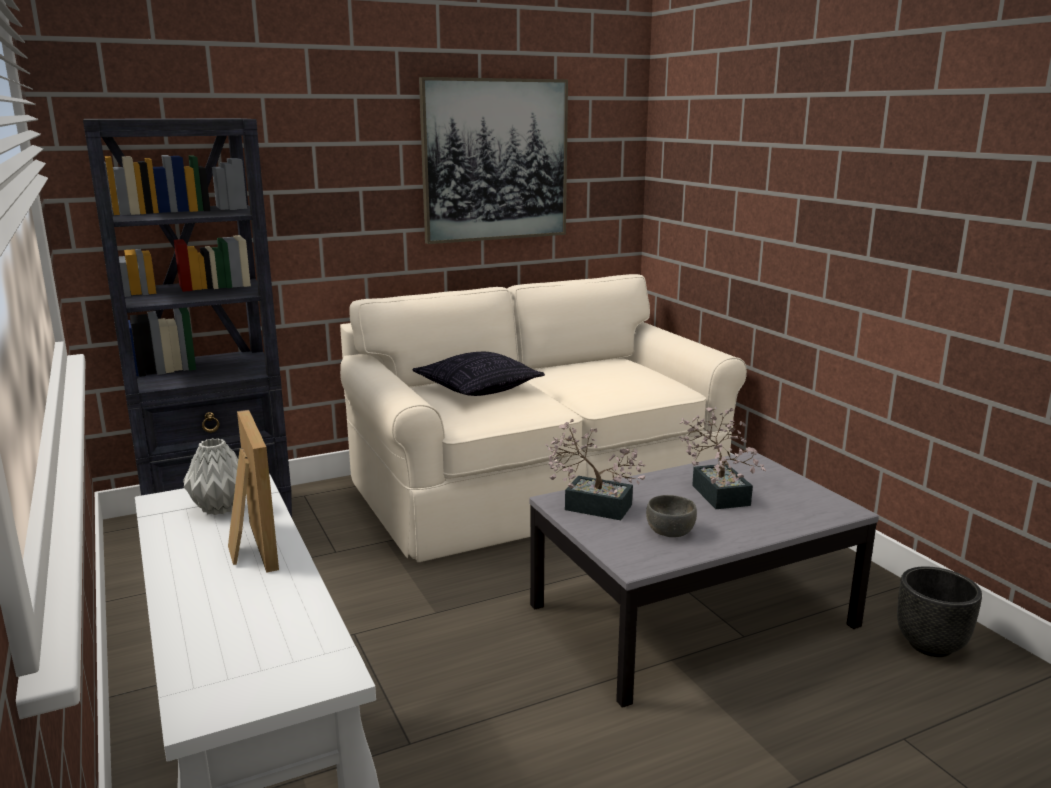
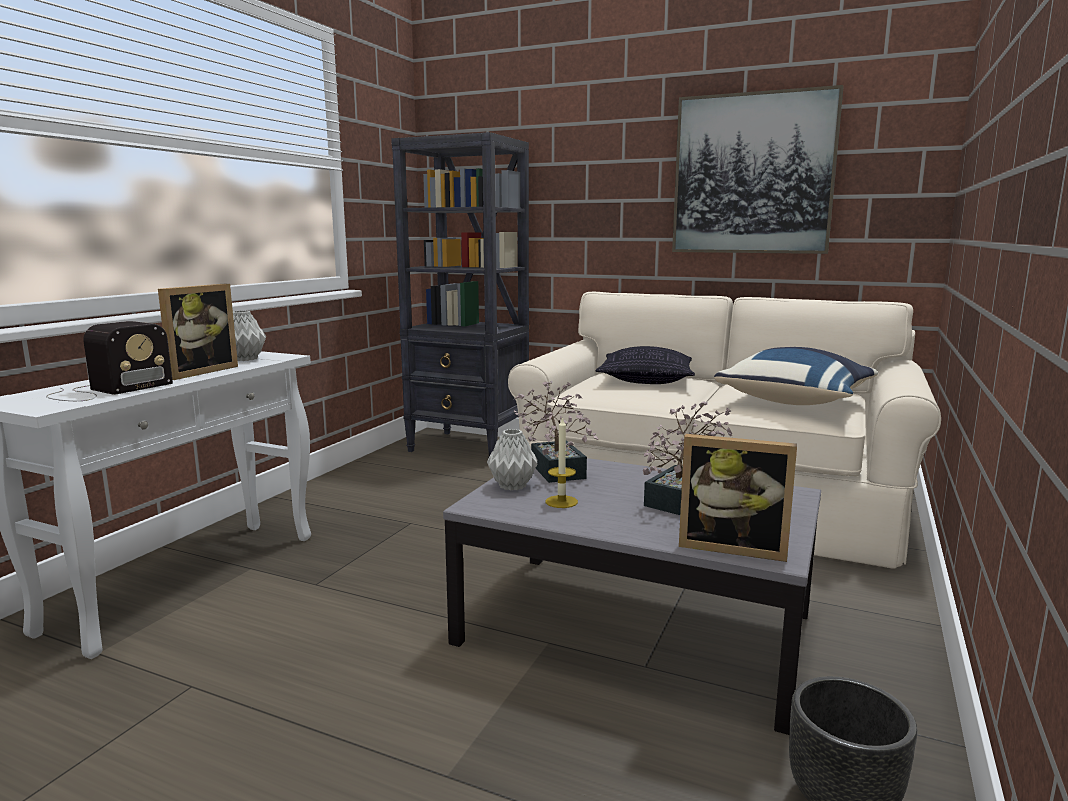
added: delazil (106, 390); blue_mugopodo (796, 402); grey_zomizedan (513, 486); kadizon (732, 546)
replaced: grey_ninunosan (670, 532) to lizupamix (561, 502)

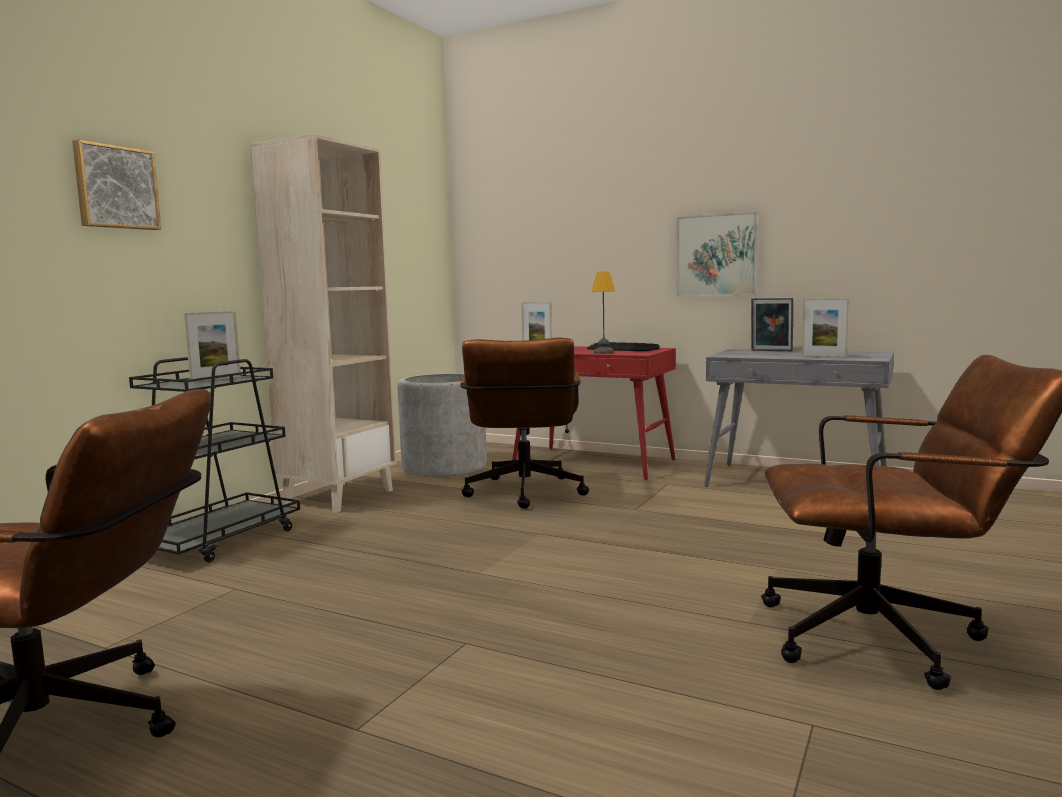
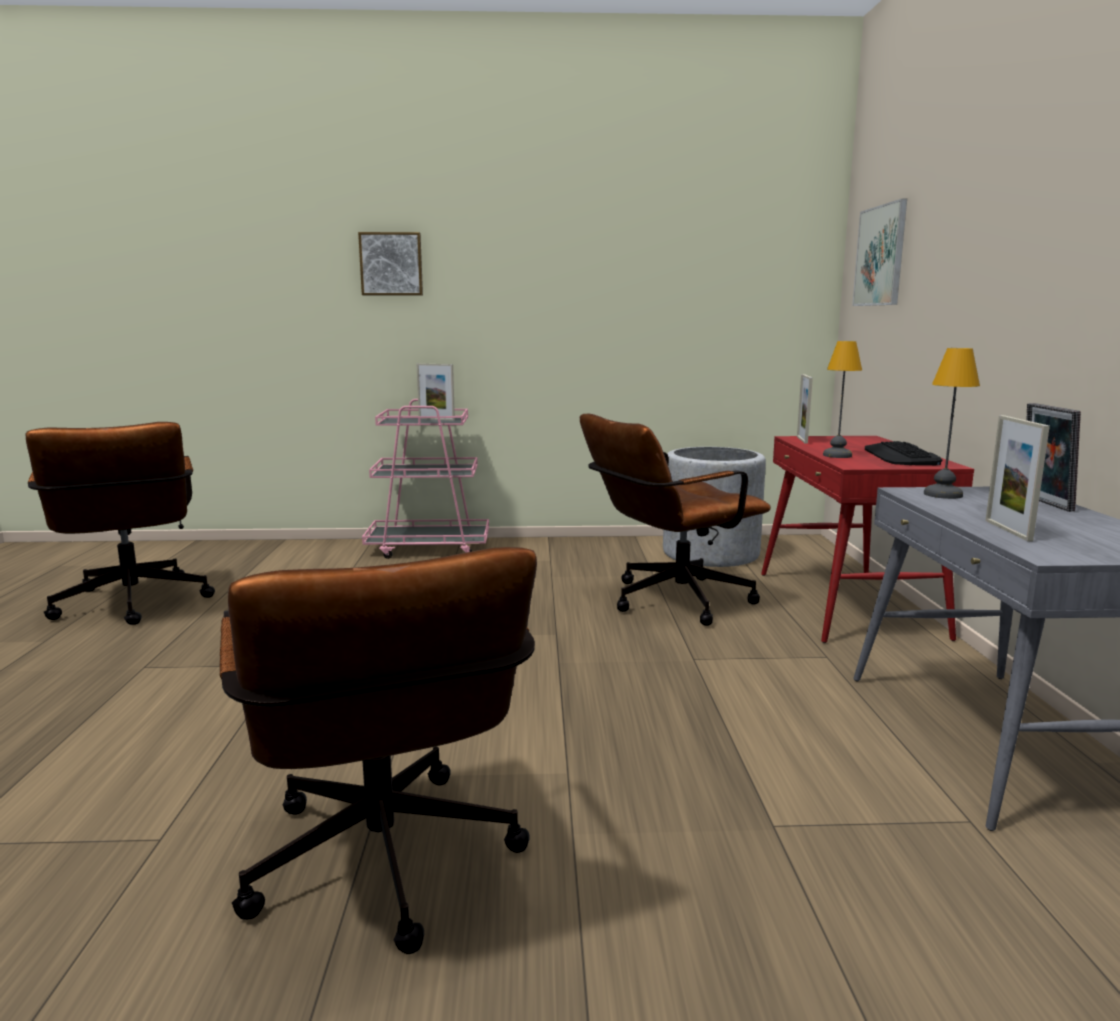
removed: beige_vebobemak (339, 497)
added: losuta (942, 494)
moved: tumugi (716, 255) to (880, 256)
recoloured: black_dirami (219, 541) to pink_dirami (429, 548)

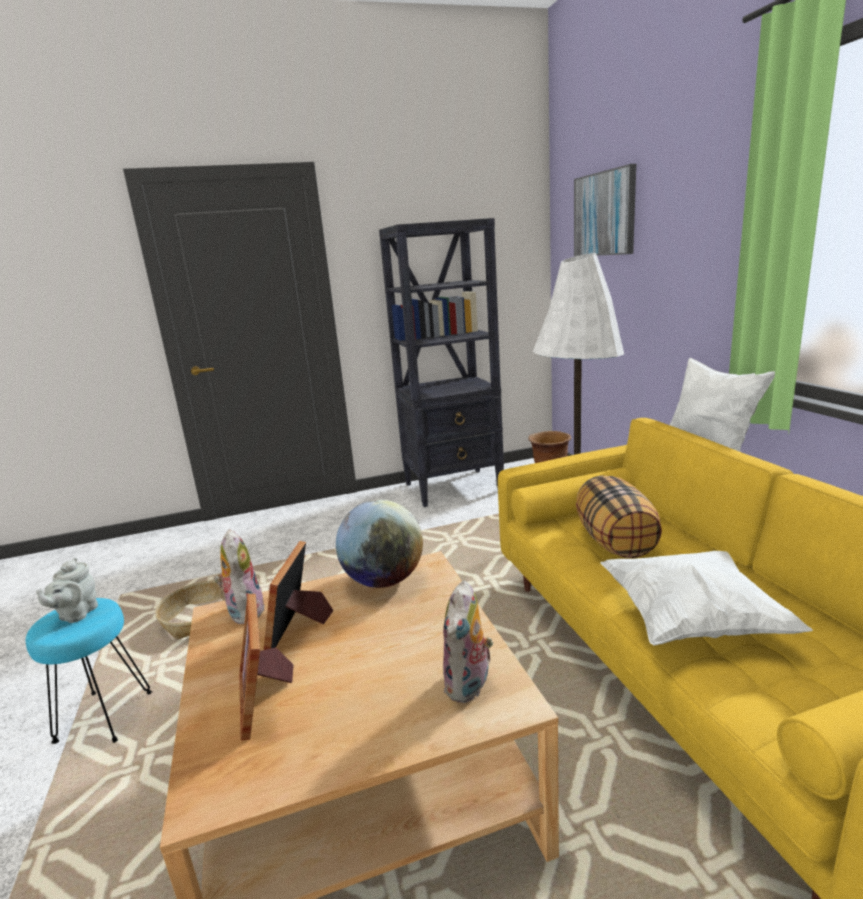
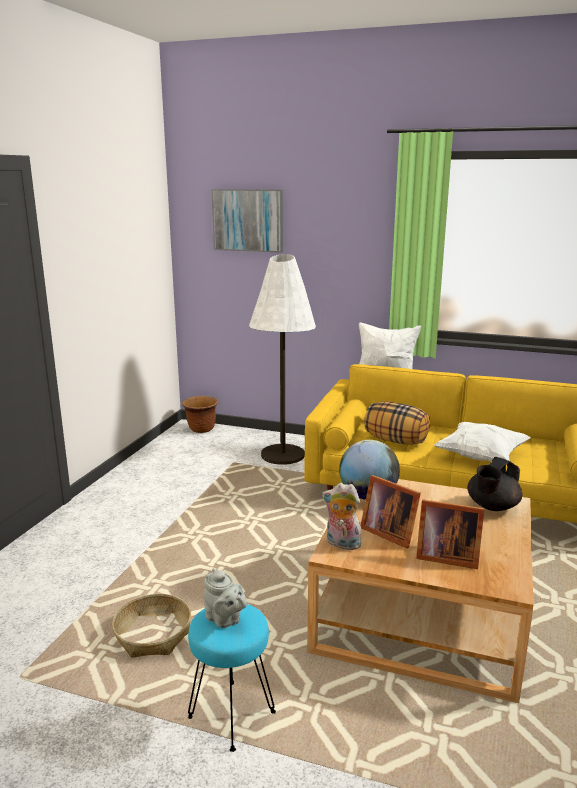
removed: black_vebobemak (454, 487)
replaced: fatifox (469, 685) to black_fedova (492, 506)

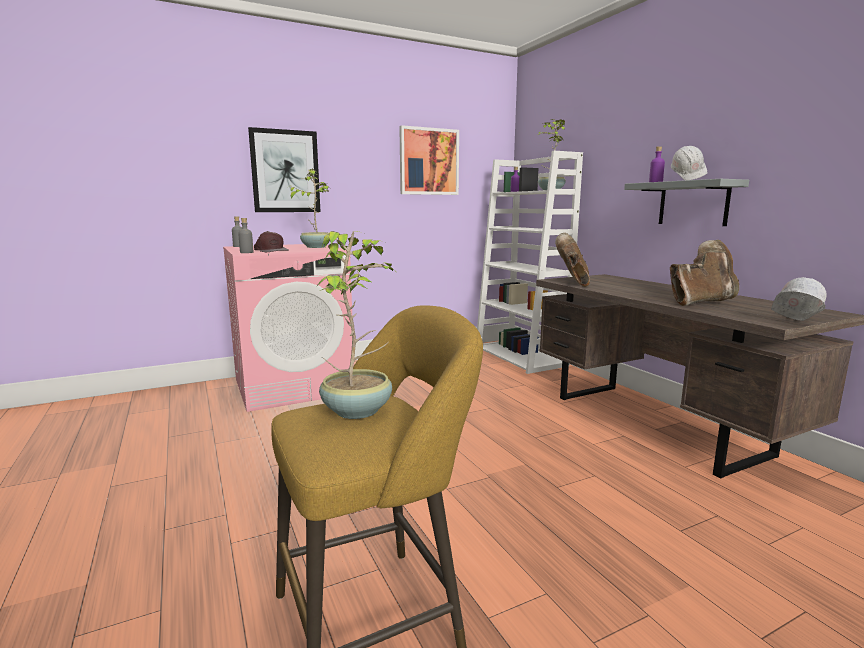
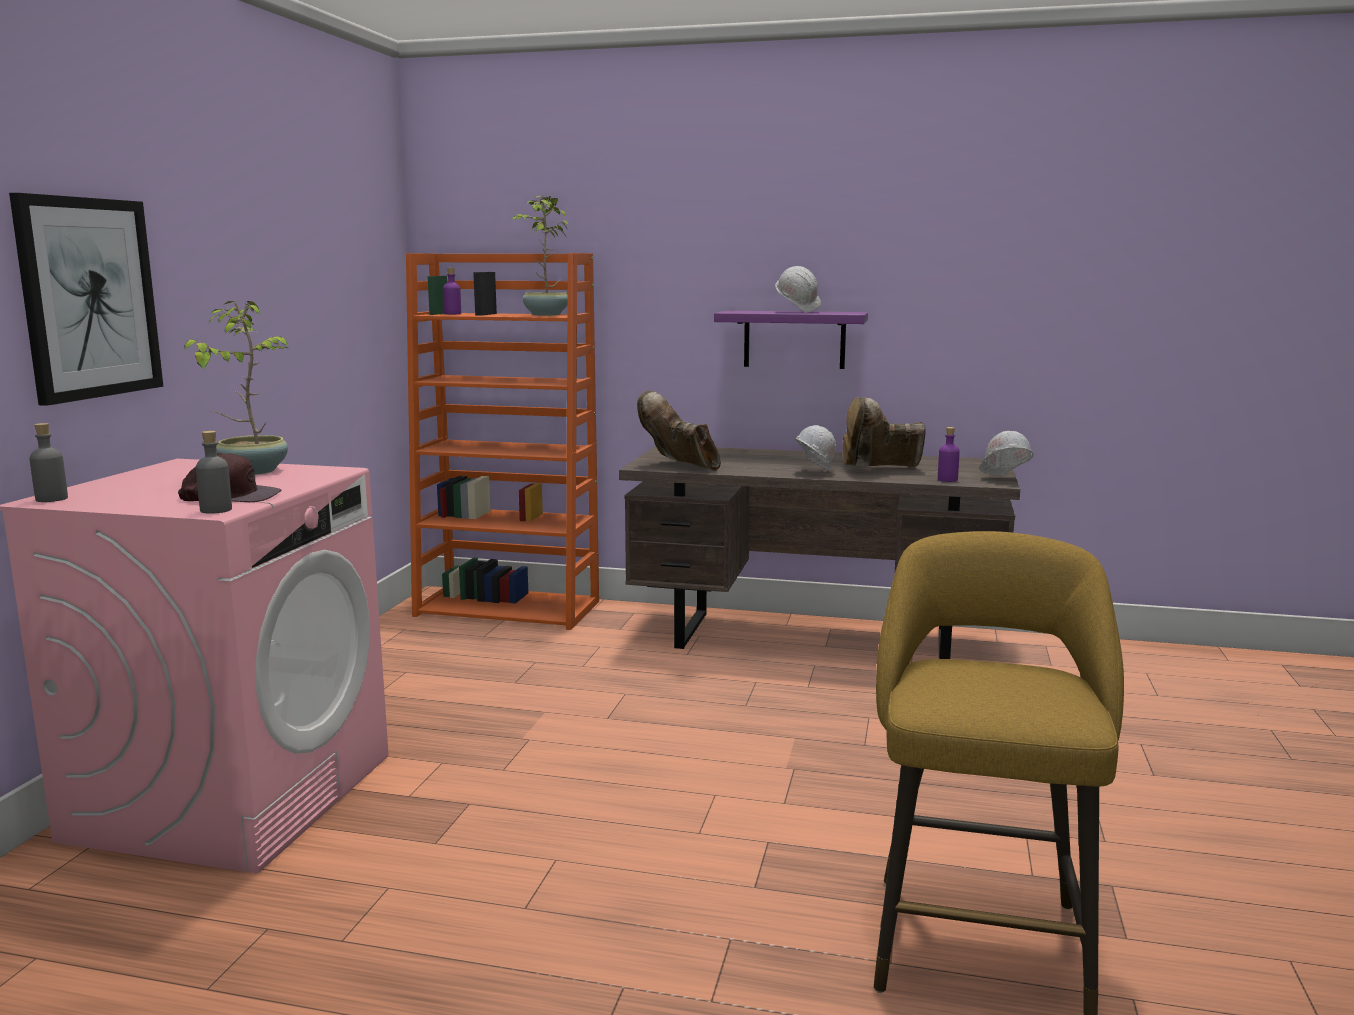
removed: tumugi (429, 161); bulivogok (358, 410)
added: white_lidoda (813, 472)
moved: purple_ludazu (655, 182) to (947, 480)
recoloured: white_vebobemak (520, 357) to orange_vebobemak (509, 608); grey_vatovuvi (693, 203) to purple_vatovuvi (794, 339)
turned: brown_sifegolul (700, 302) = (879, 470) 120 degrees counterclockwise

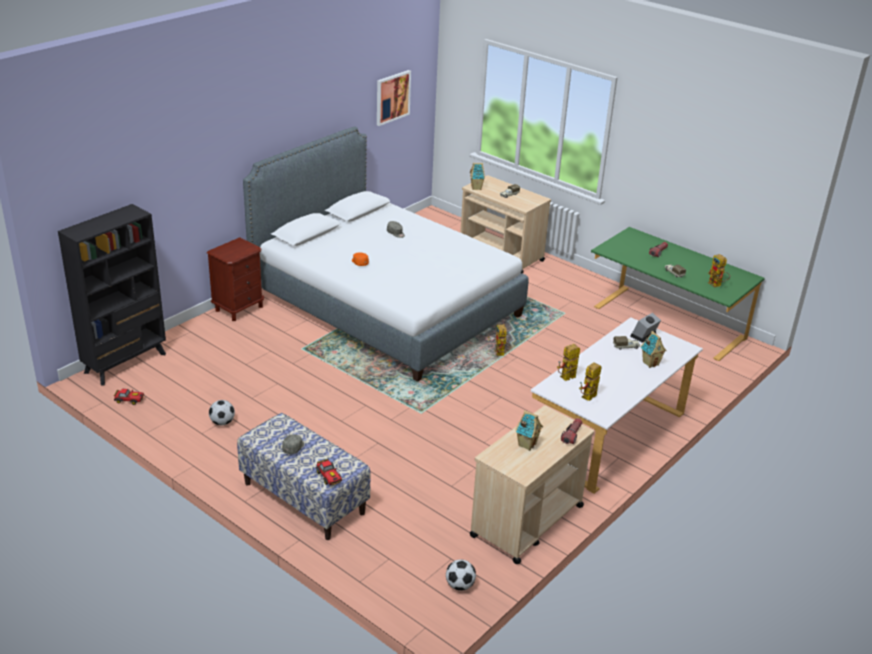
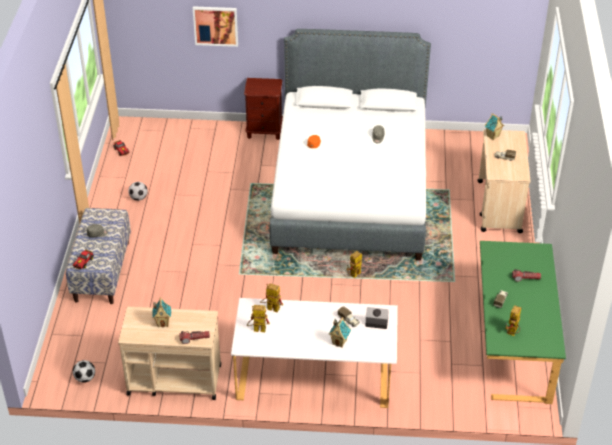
removed: black_vebobemak (126, 363)
moved: tumugi (392, 97) to (215, 25)

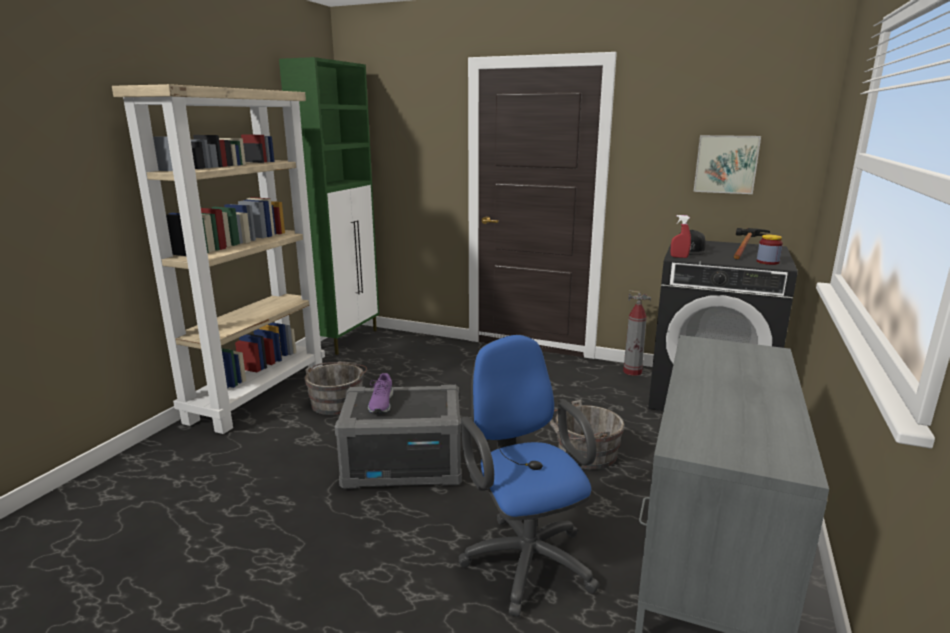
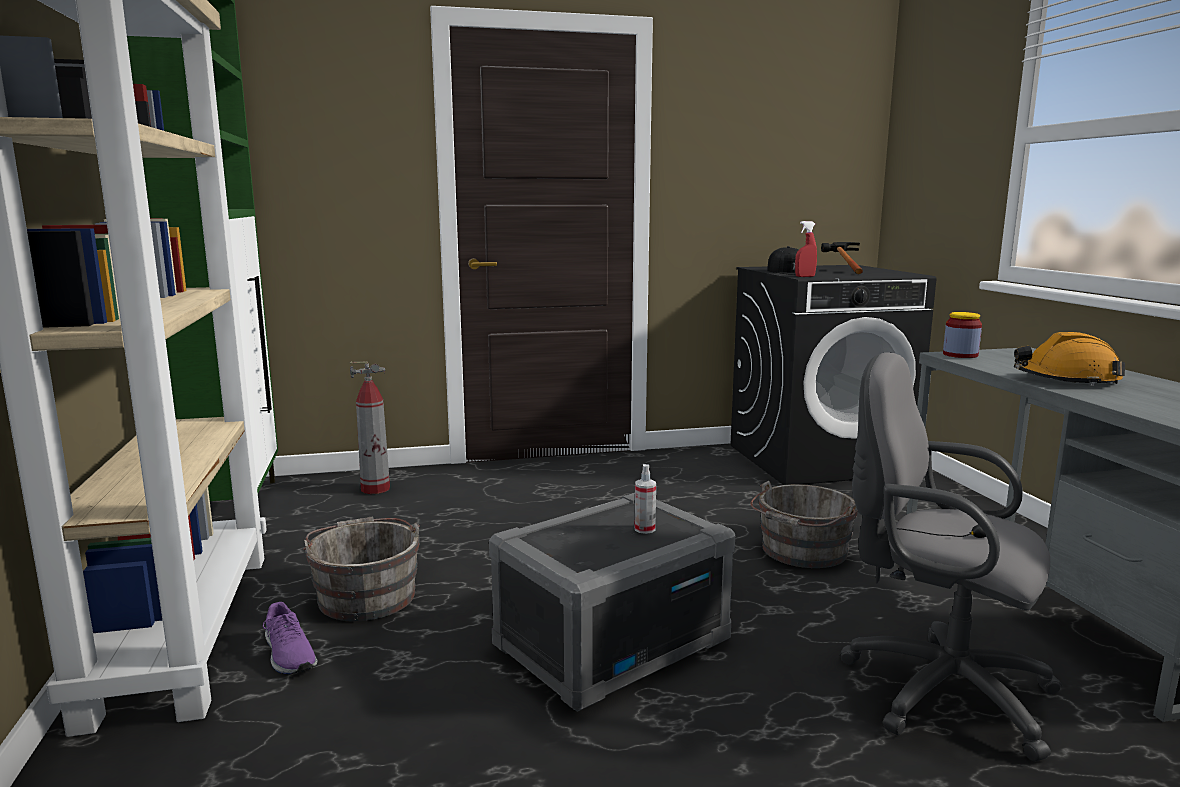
removed: tumugi (726, 164)
added: orange_lidoda (1066, 380); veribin (644, 529)
moved: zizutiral (767, 262) to (960, 355); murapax (632, 372) to (376, 489); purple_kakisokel (381, 403) to (288, 655)
recoloured: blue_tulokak (525, 557) to grey_tulokak (935, 688)

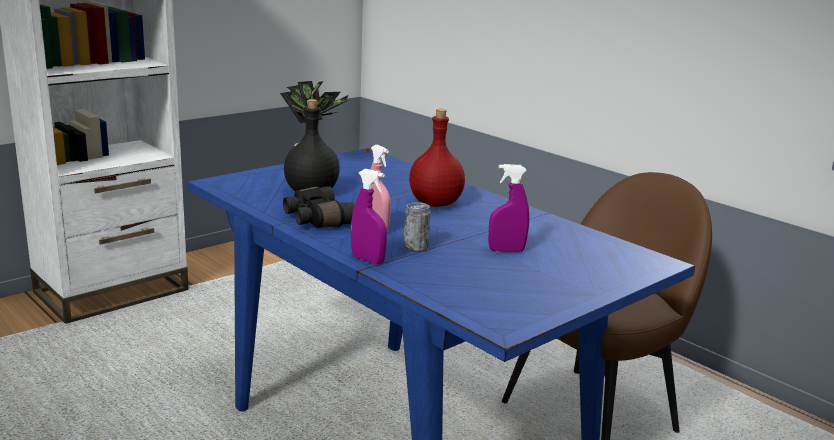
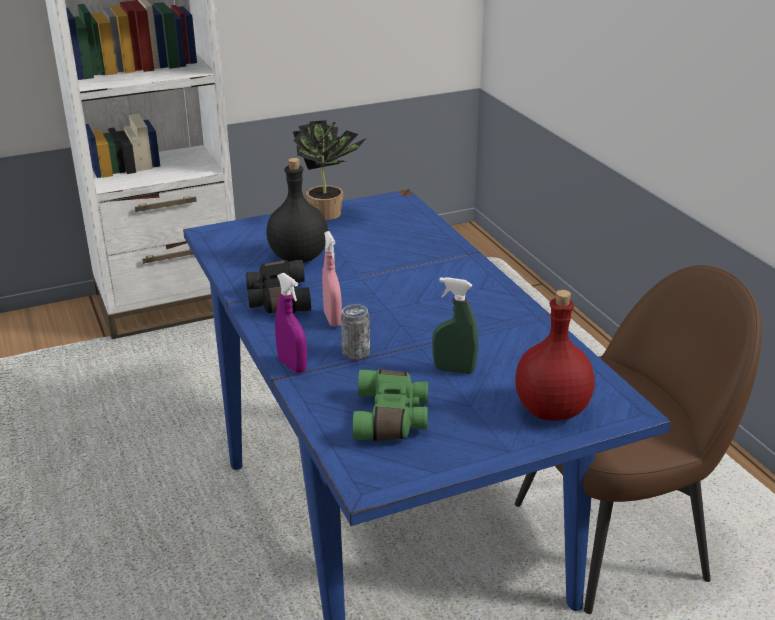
added: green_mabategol (393, 418)
moved: red_ludazu (436, 203) to (553, 410)
recoloured: purple_veribin (506, 251) to green_veribin (454, 370)

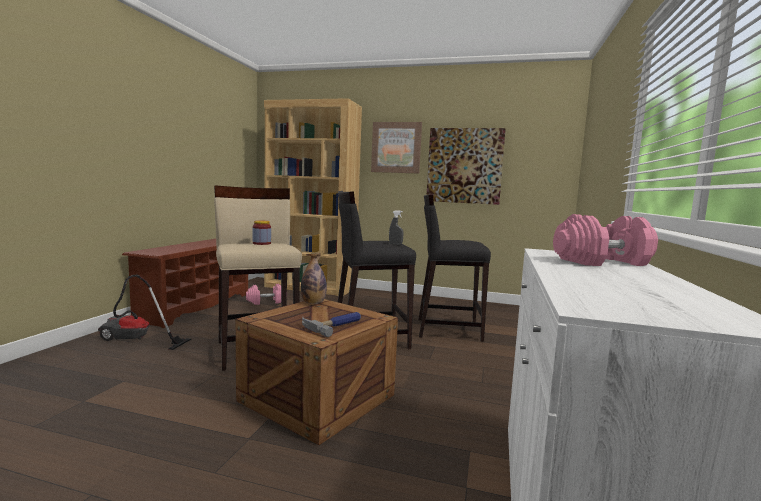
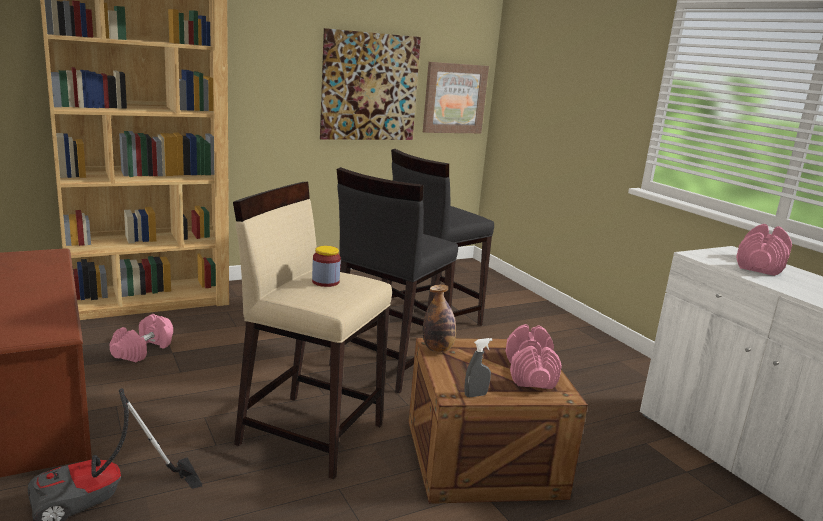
moved: tumugi (396, 147) to (454, 98); grey_veribin (395, 244) to (475, 395)
replaced: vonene (334, 325) to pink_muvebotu (529, 372)

